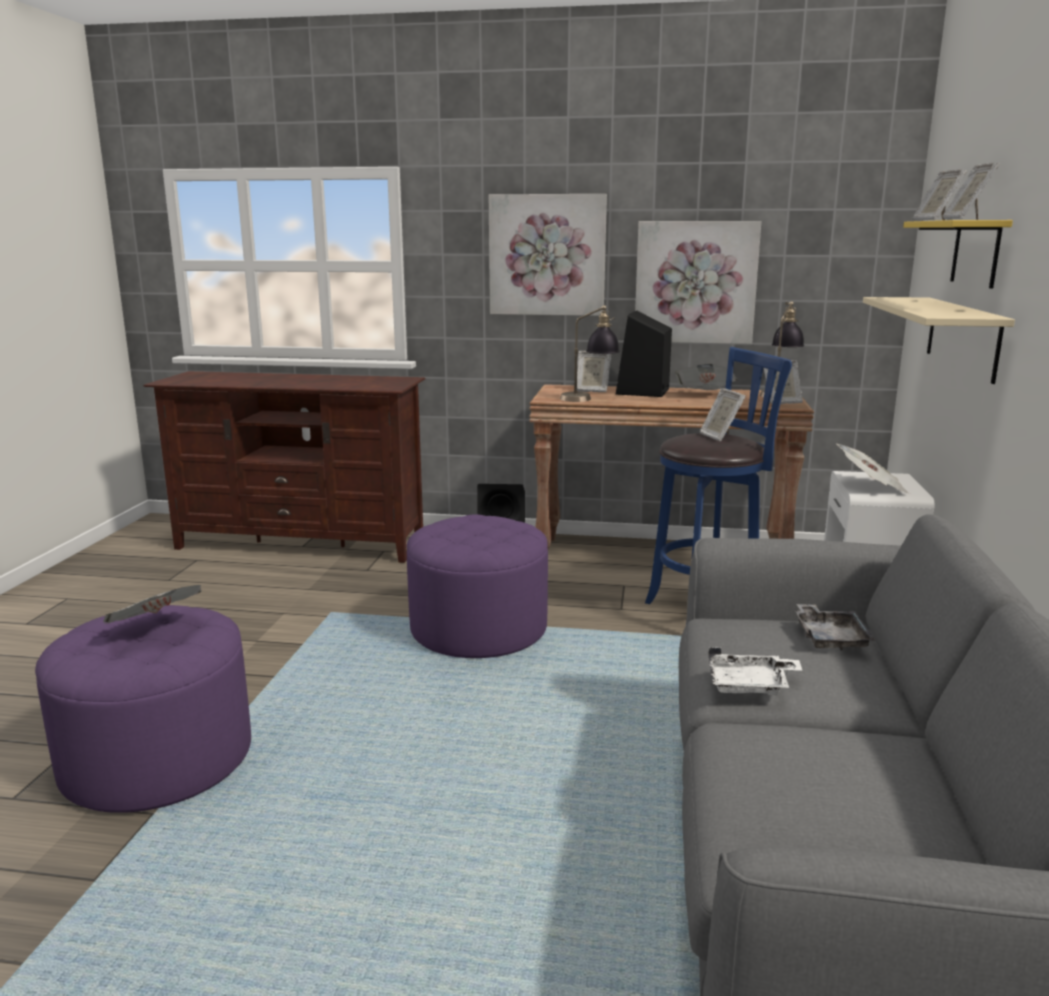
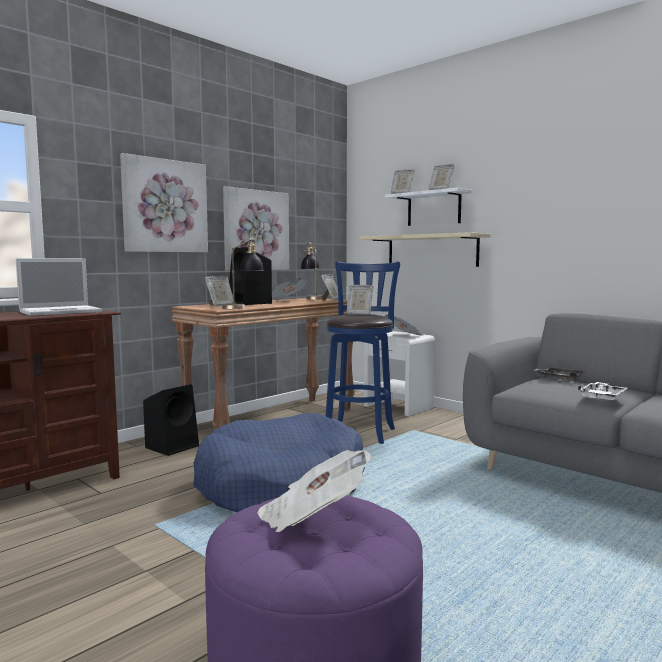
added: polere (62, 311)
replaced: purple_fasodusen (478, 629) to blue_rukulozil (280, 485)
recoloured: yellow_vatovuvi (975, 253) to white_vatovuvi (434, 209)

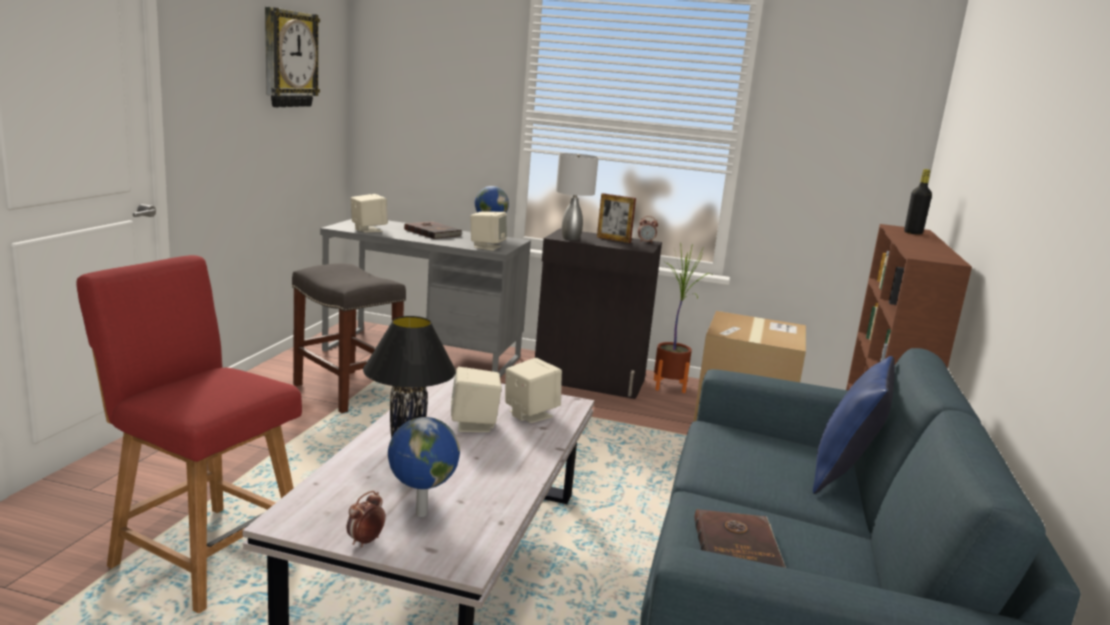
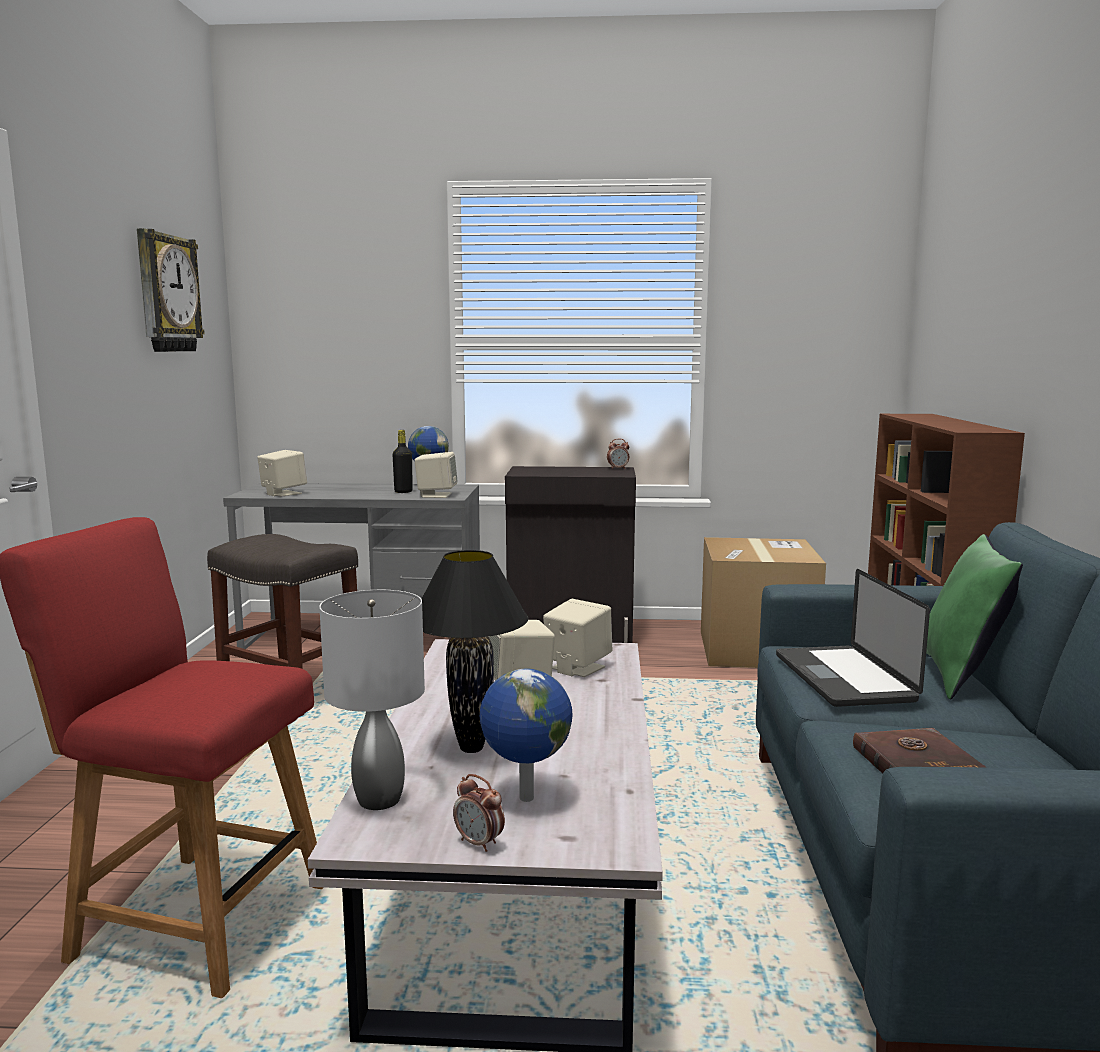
removed: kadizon (613, 239); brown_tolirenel (433, 232); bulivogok (669, 386)
added: polere (843, 678)
moved: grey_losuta (571, 238) to (381, 799); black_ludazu (913, 233) to (403, 492)
recoloured: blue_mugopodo (843, 475) to green_mugopodo (962, 676)
turned: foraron (365, 541) = (479, 843) 75 degrees counterclockwise

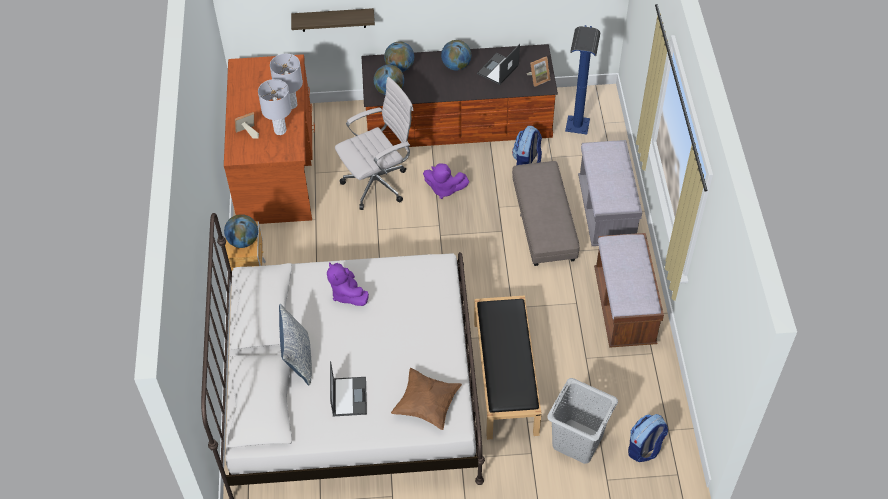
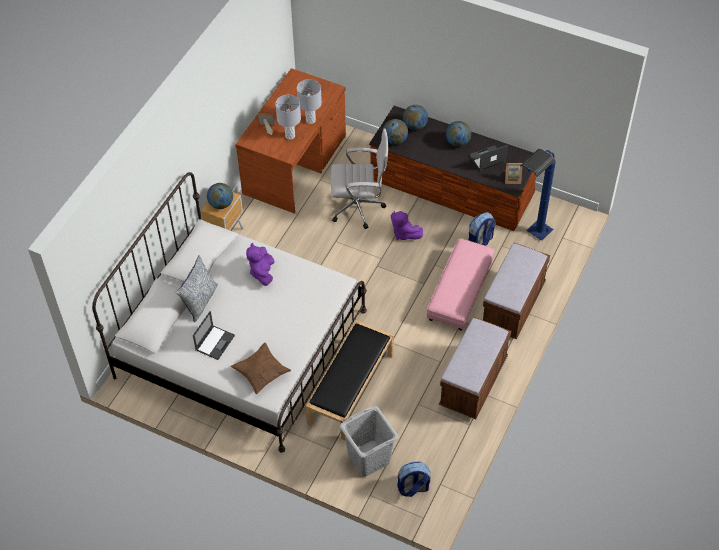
removed: vatovuvi (333, 20)
recoloured: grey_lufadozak (606, 212) to brown_lufadozak (513, 306); grey_fasodusen (543, 222) to pink_fasodusen (460, 291)

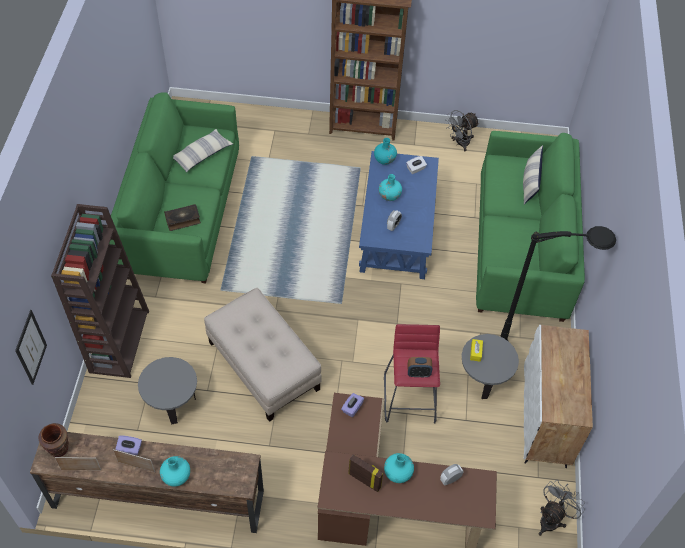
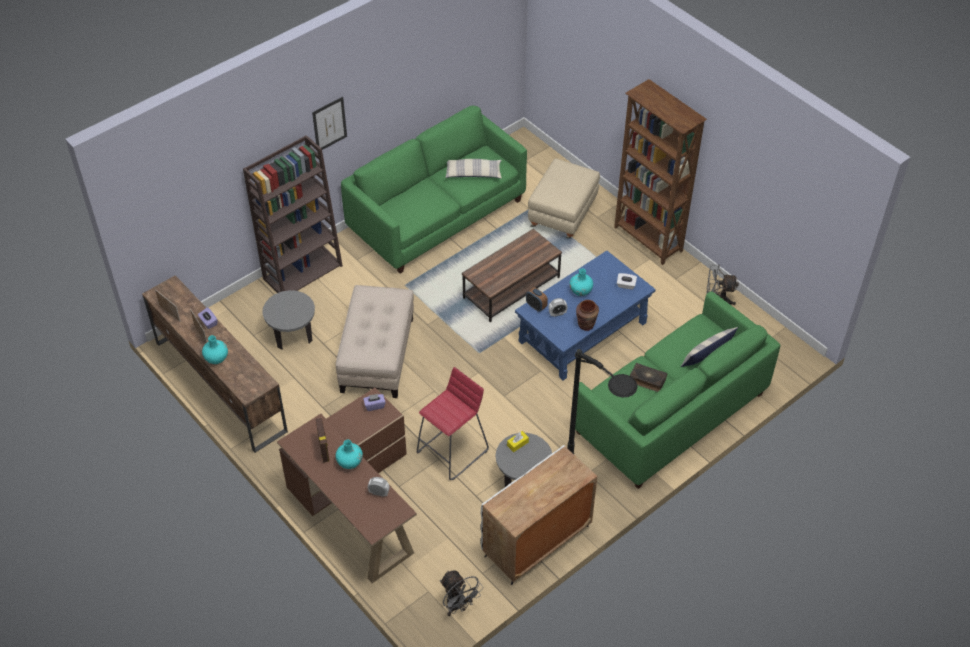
removed: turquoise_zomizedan (384, 159)
added: beige_fasodusen (563, 216); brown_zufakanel (511, 287)
moved: tolirenel (183, 220) to (647, 380); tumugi (31, 347) to (329, 124); foraron (418, 373) to (536, 306); brown_zomizedan (59, 449) to (586, 325)
turned: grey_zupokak (551, 519) = (458, 606) 60 degrees clockwise

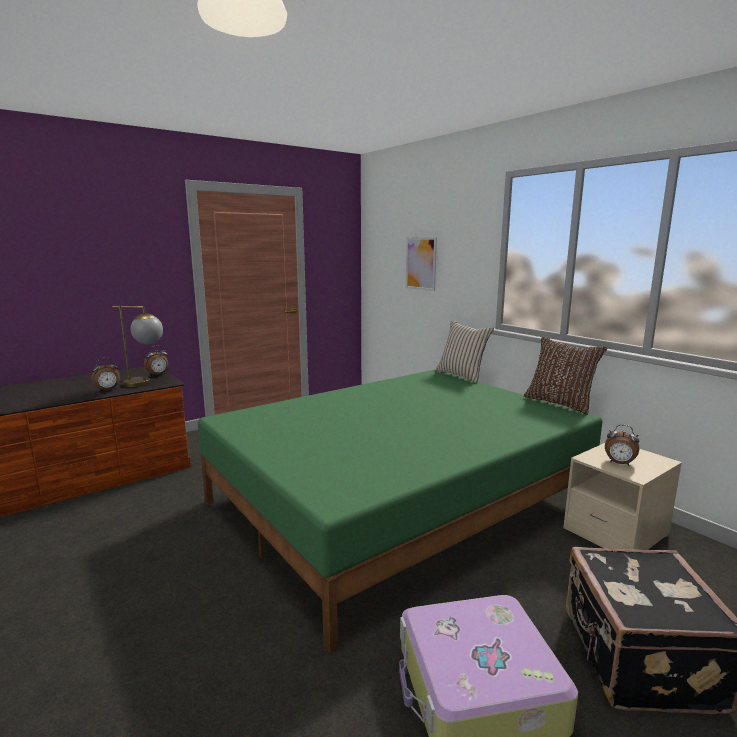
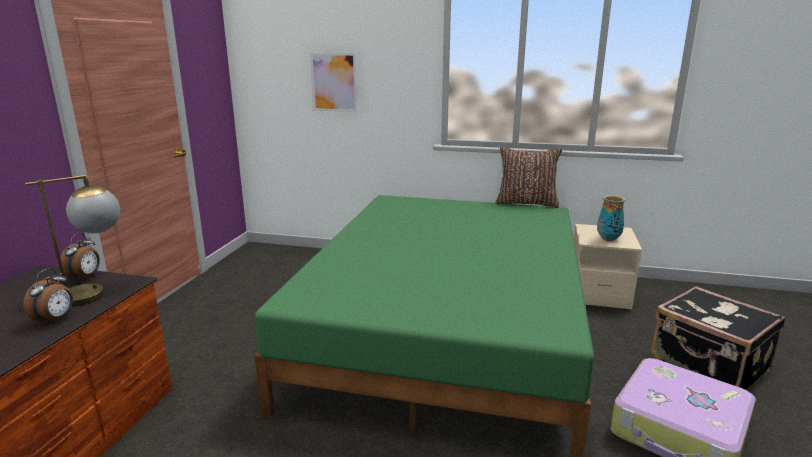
removed: beige_mugopodo (462, 375)
replaced: foraron (619, 463) to zomizedan (608, 239)

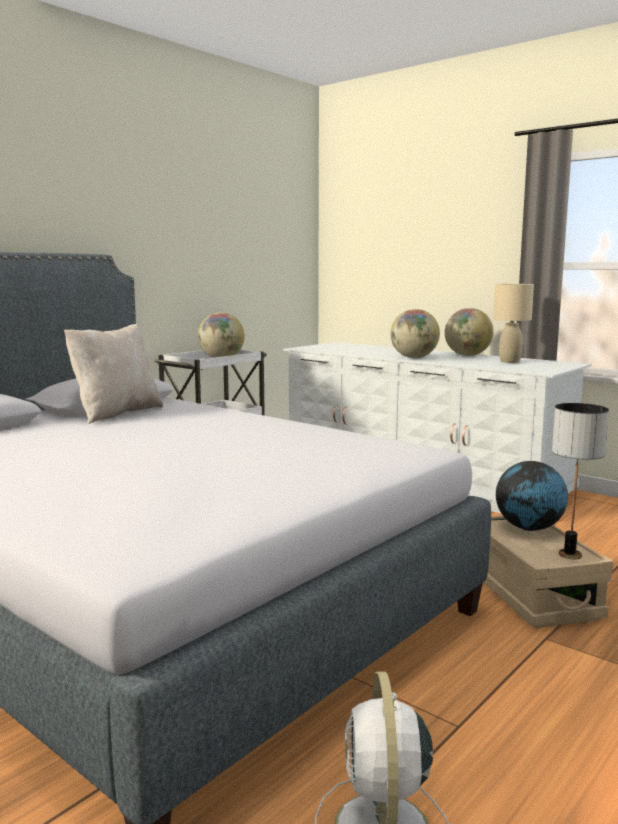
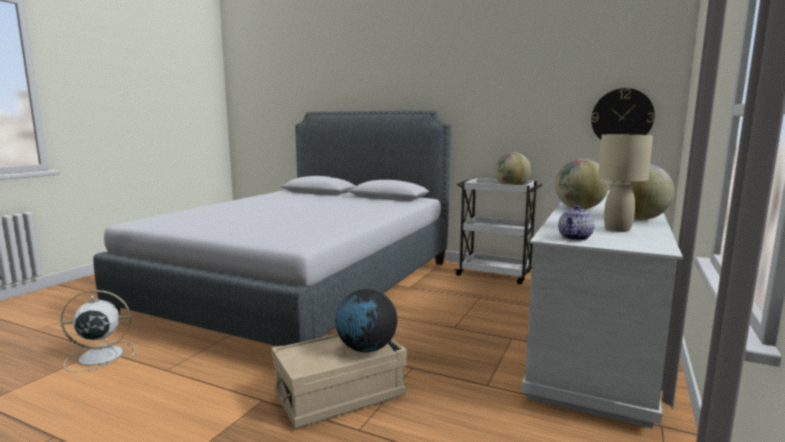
removed: beige_mugopodo (116, 413); losuta (570, 554)
added: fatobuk (622, 117); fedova (575, 238)

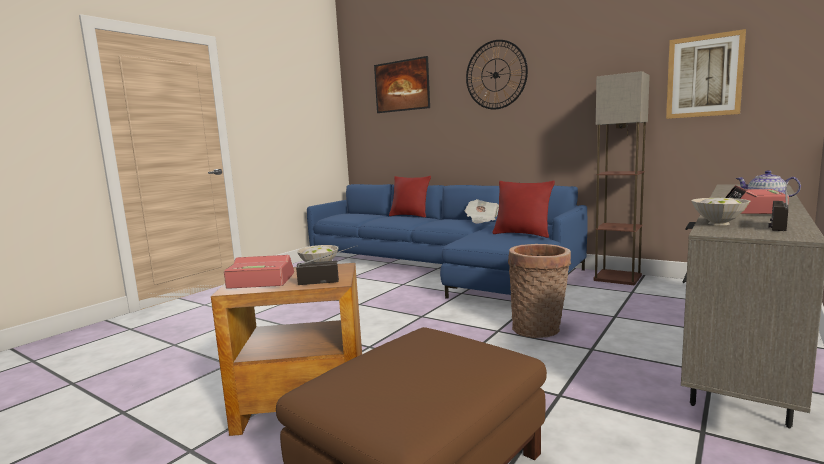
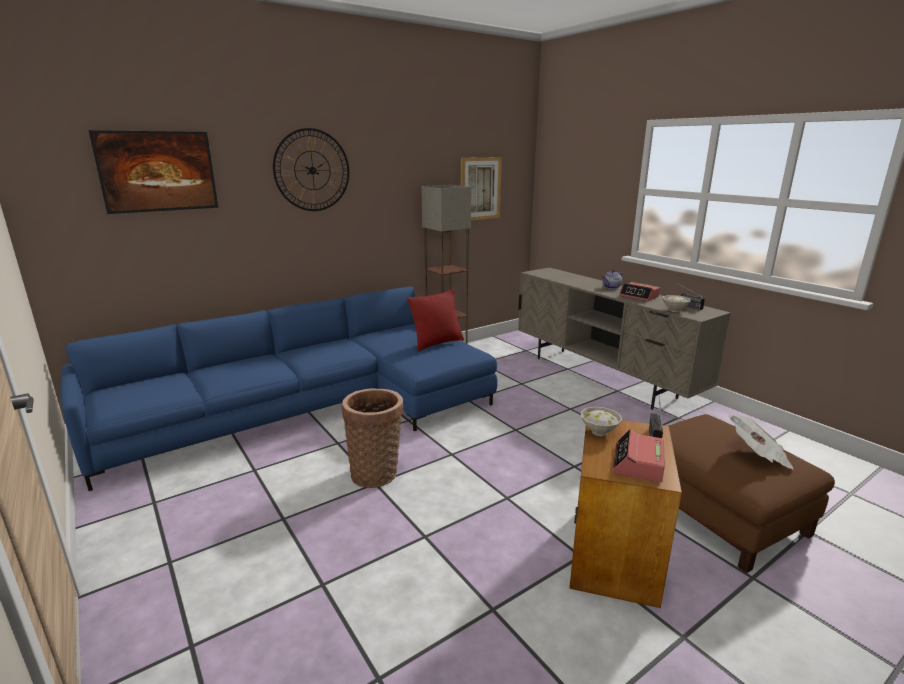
removed: red_mugopodo (410, 216)
moved: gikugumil (481, 220) to (757, 455); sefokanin (539, 329) to (376, 472)

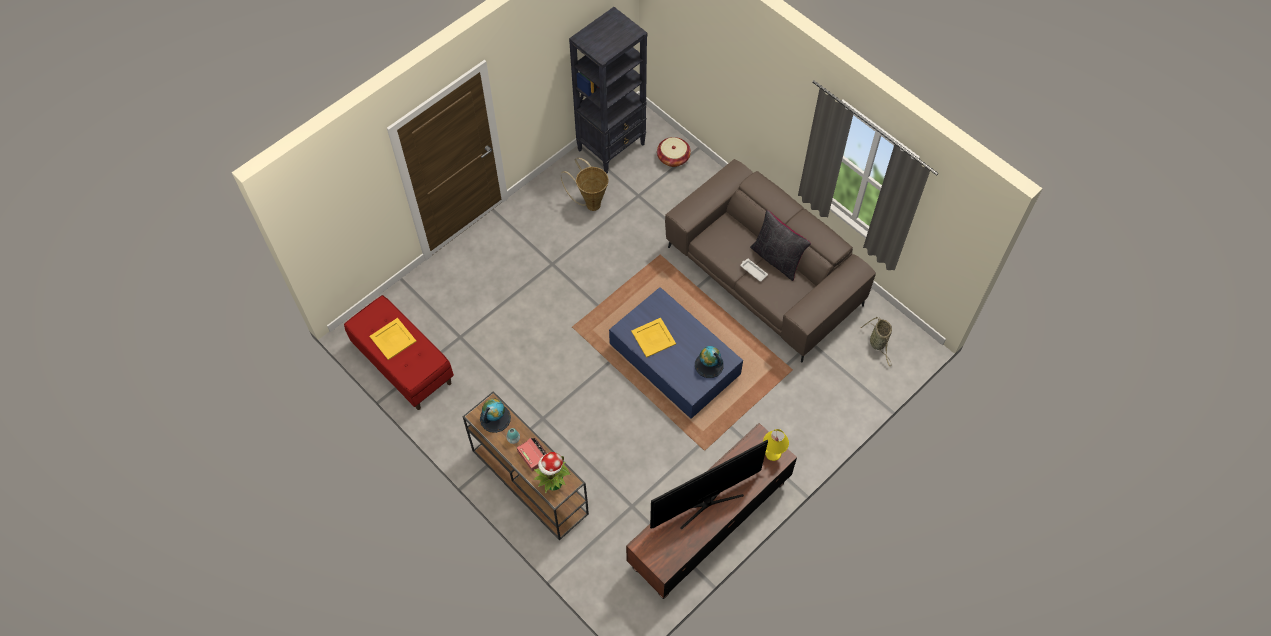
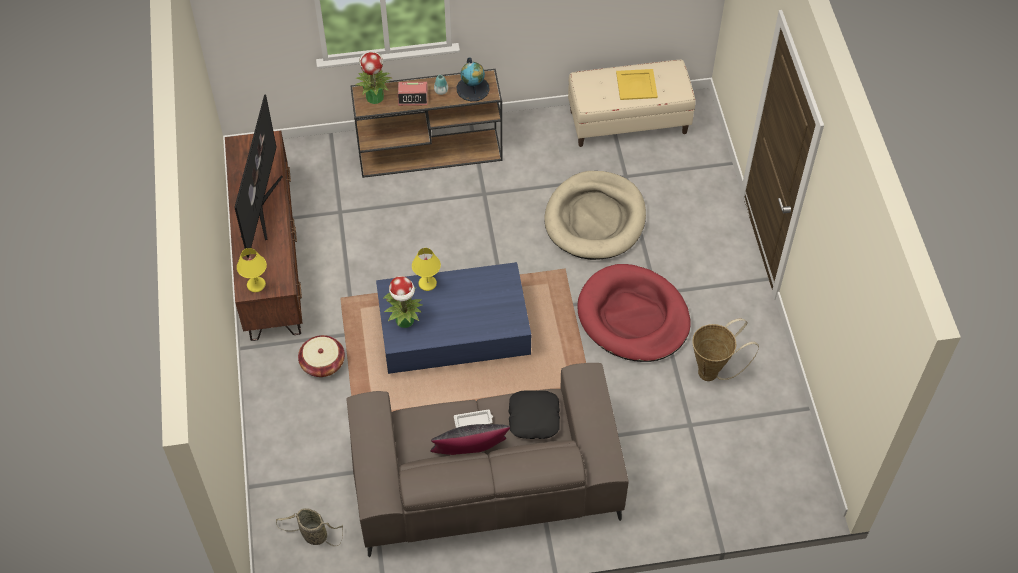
removed: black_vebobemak (612, 147); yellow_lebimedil (653, 337)
added: beige_rukulozil (595, 219); yellow_losuta (428, 283); red_rukulozil (633, 317); black_mugopodo (533, 417)
moved: sefokanin (673, 158) to (322, 363)
replaced: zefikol (709, 365) to bulivogok (405, 320)
recoloured: red_lufadozak (403, 365) to beige_lufadozak (628, 121)

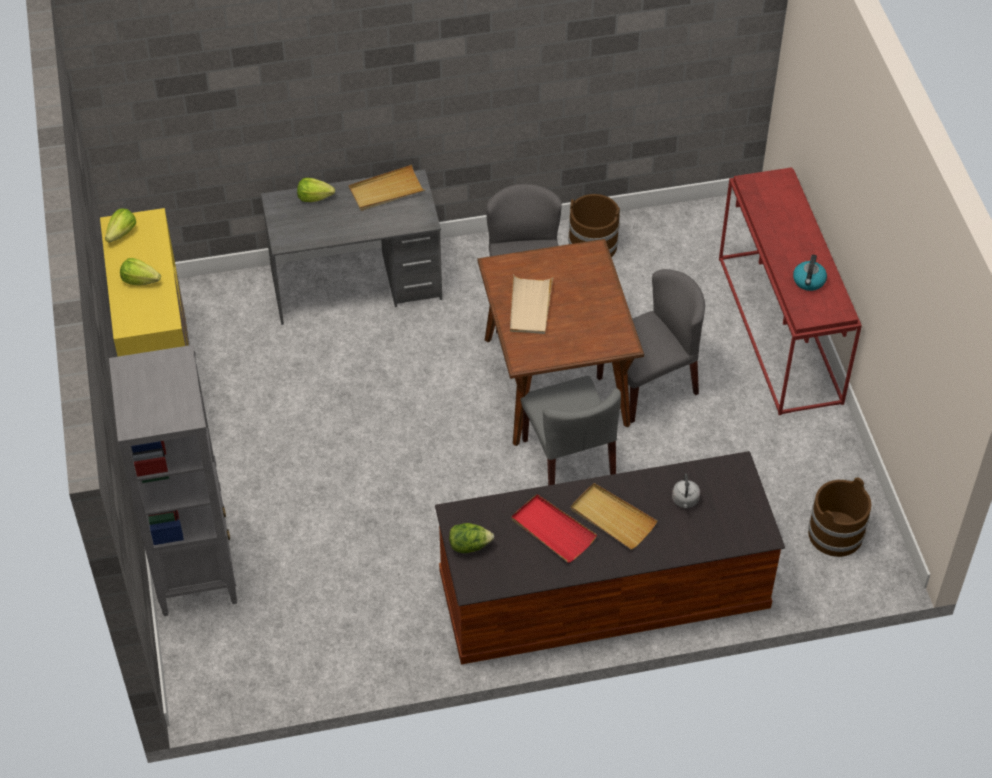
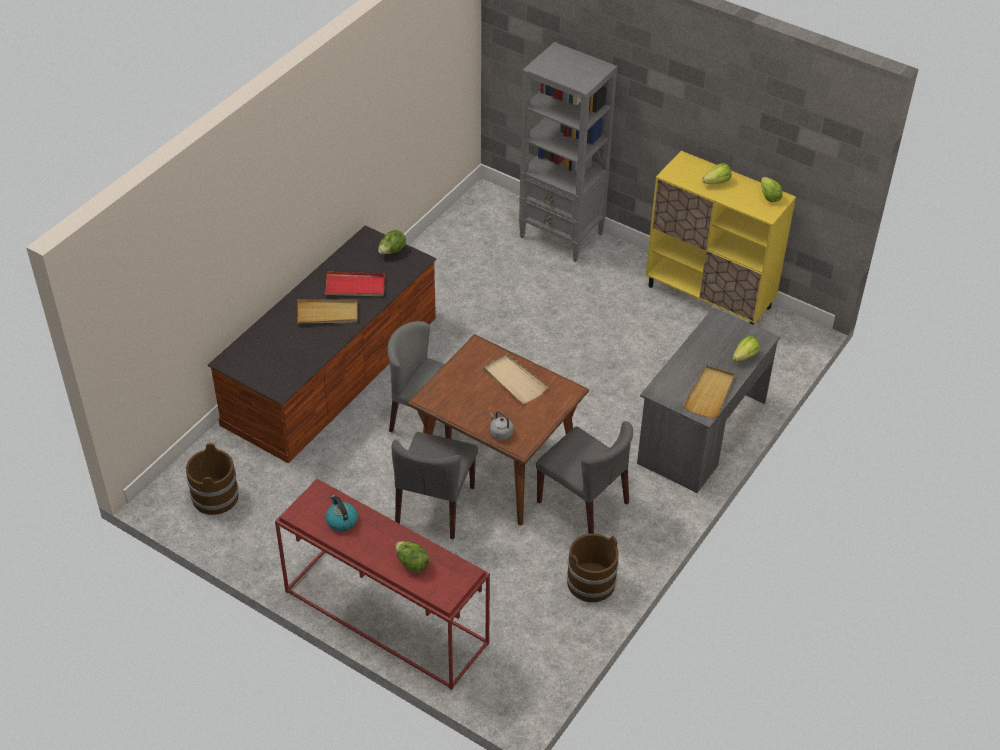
added: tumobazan (412, 563)
moved: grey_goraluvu (685, 501) to (500, 433)

